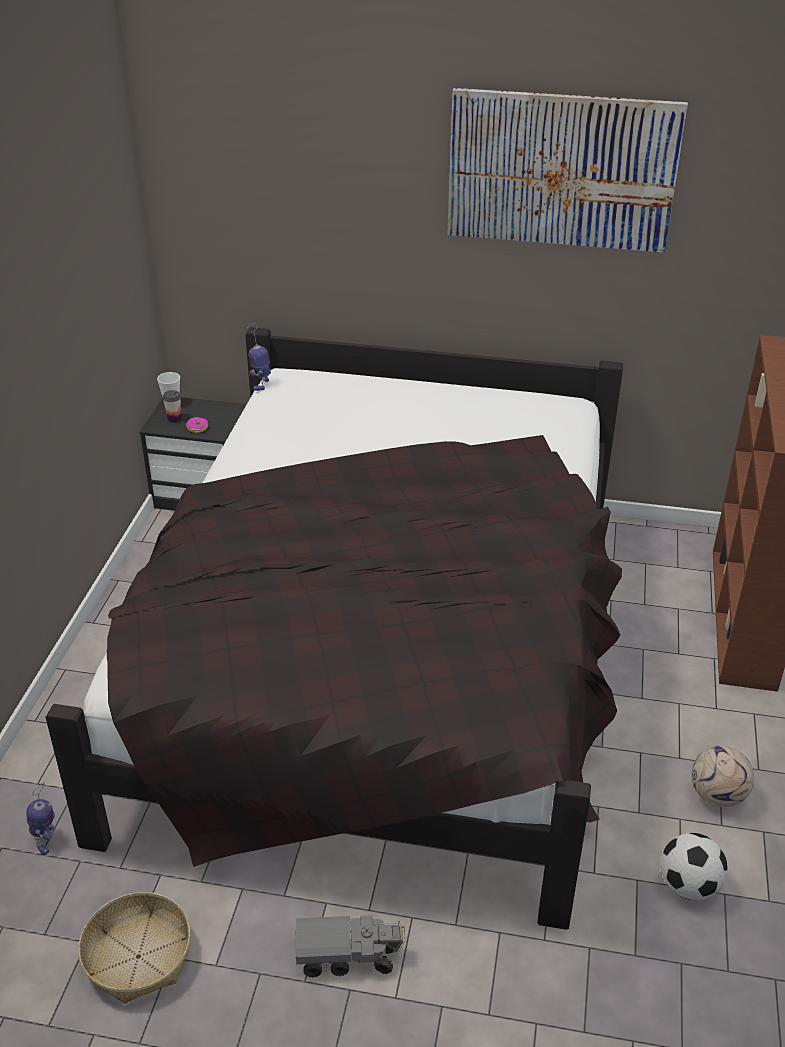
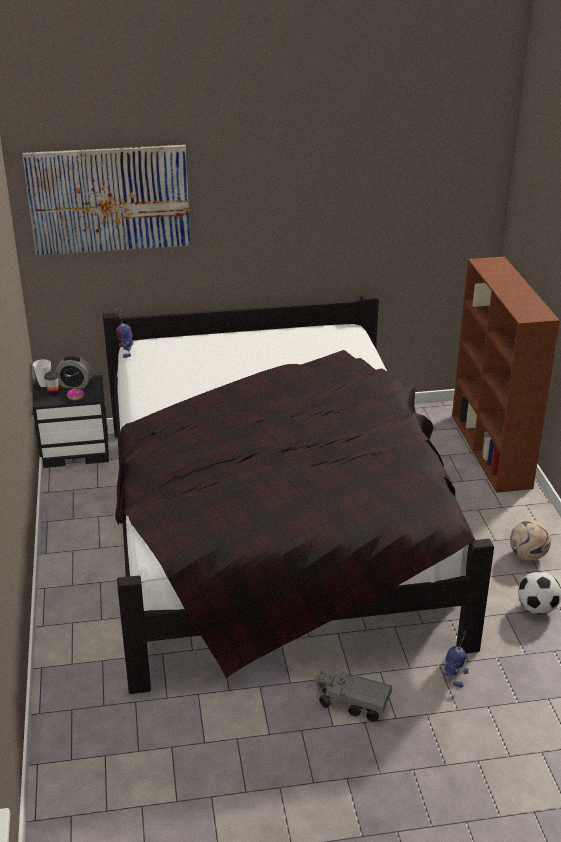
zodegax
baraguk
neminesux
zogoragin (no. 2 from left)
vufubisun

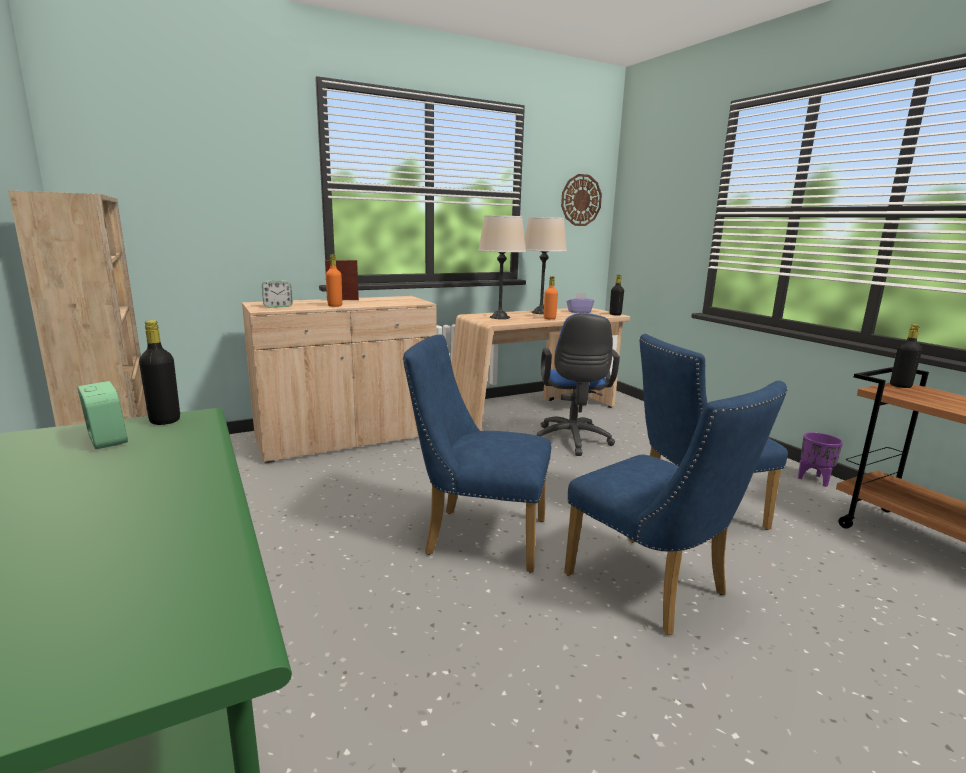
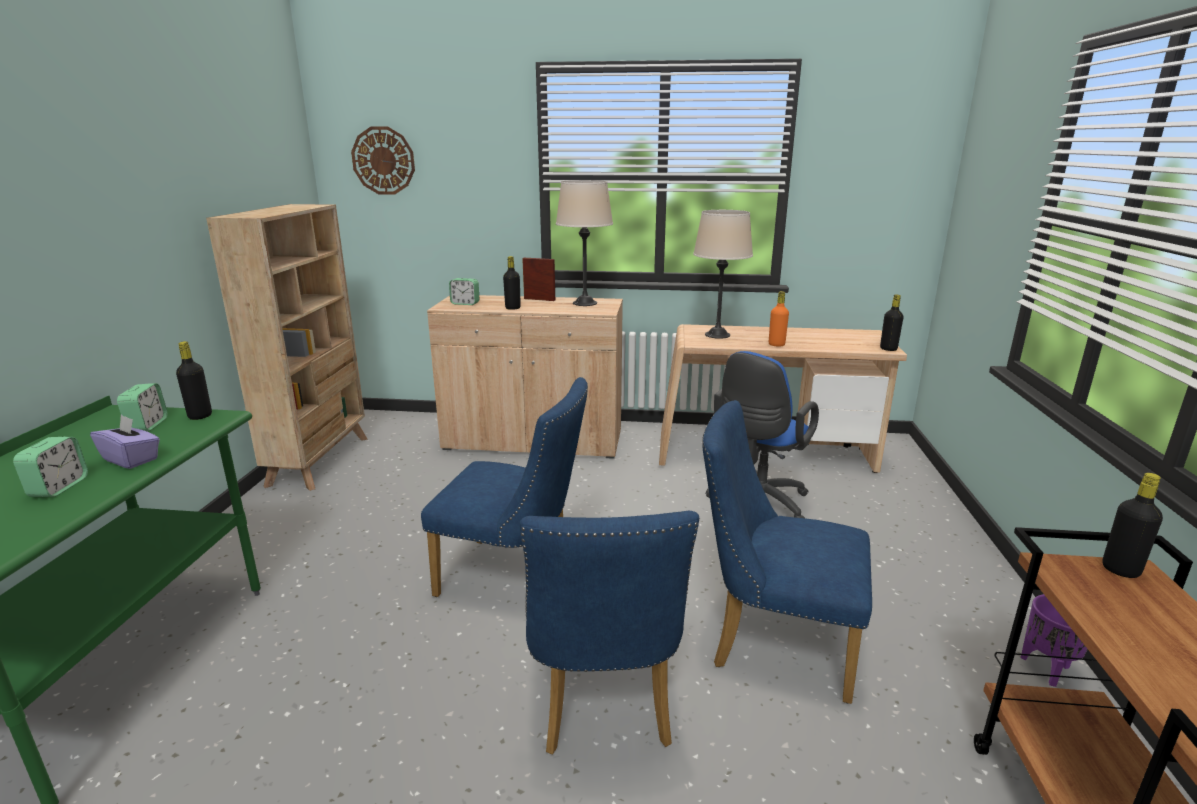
baraguk (no. 1 from left)
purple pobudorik
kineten
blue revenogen (no. 1 from left)
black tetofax (no. 2 from left)
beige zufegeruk (no. 1 from left)

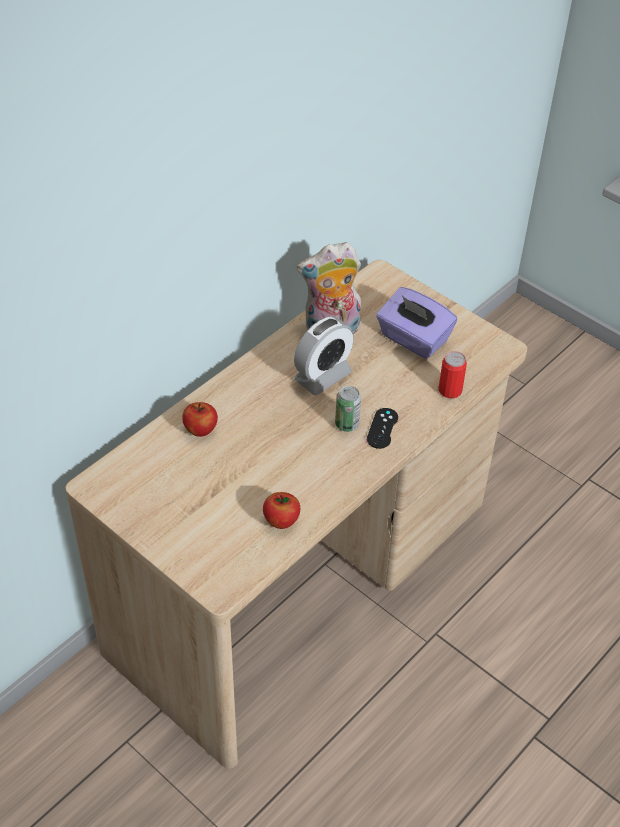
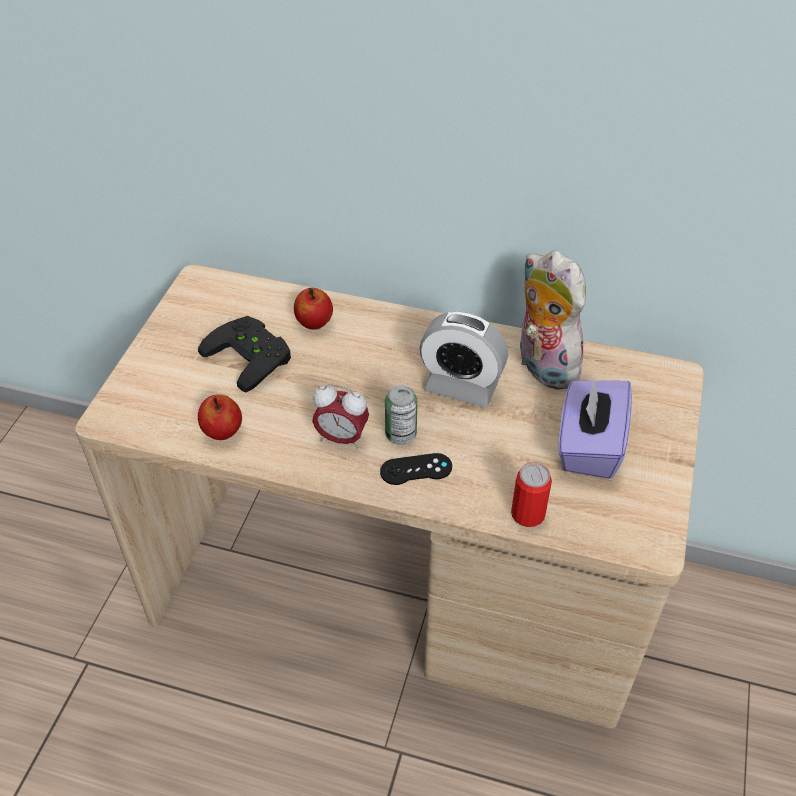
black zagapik (no. 1 from left)
baraguk (no. 1 from left)

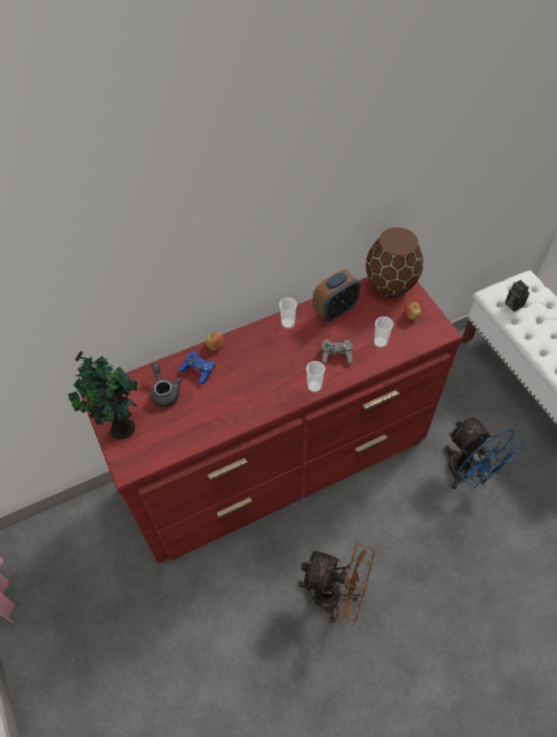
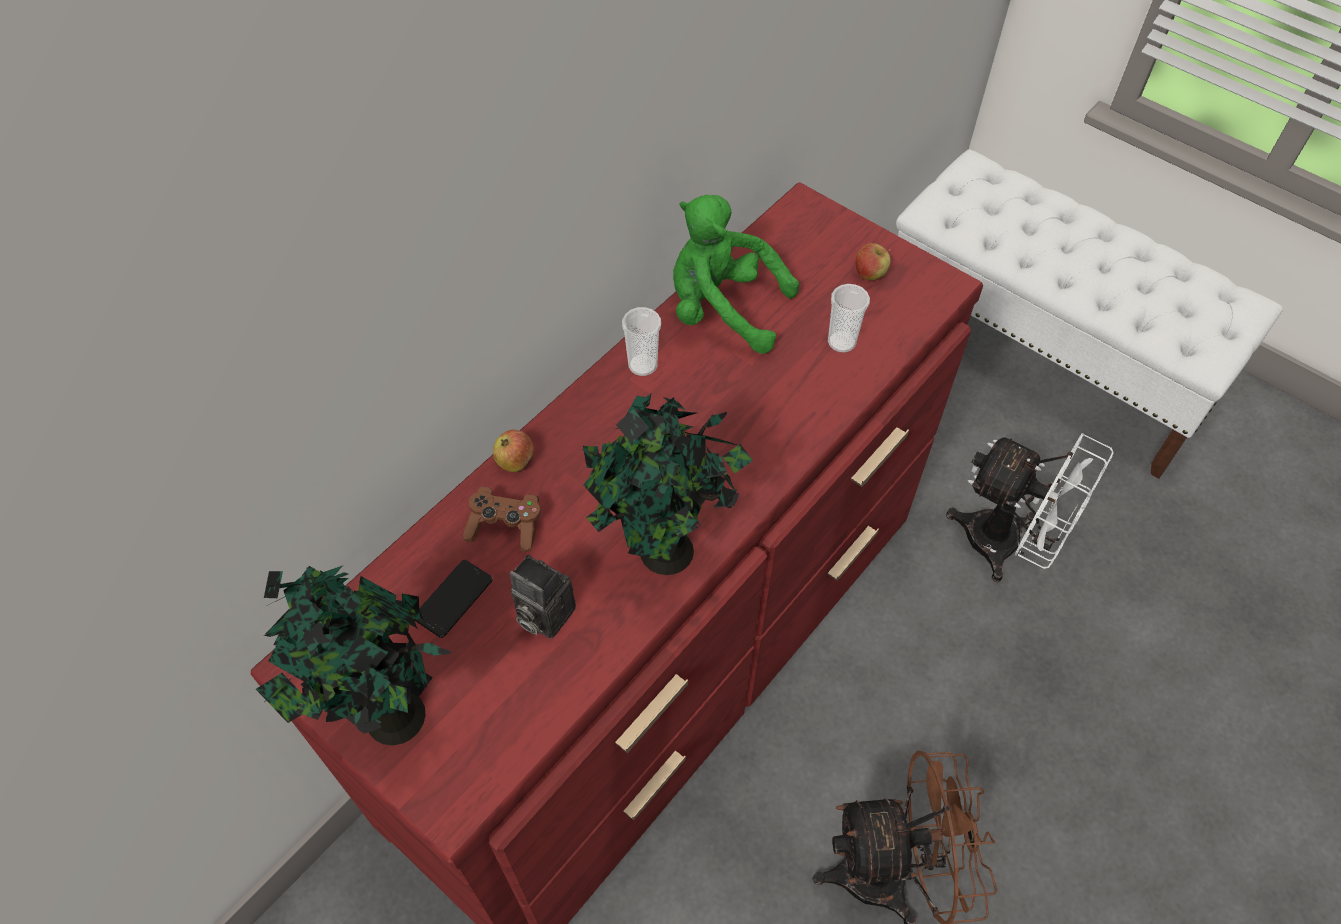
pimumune
brown zagapik
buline
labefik (no. 2 from left)
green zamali
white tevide
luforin (no. 2 from left in the first image)
grey zagapik
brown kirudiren

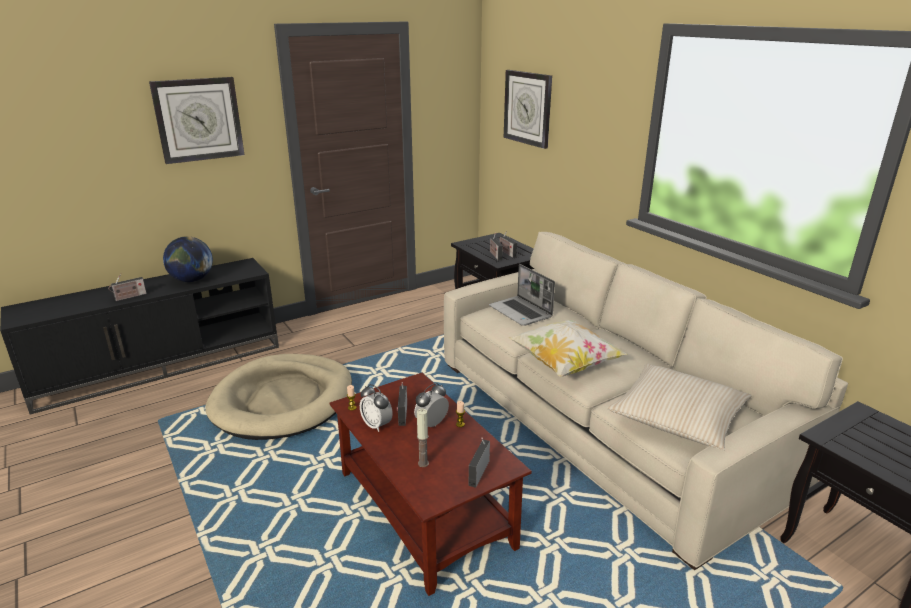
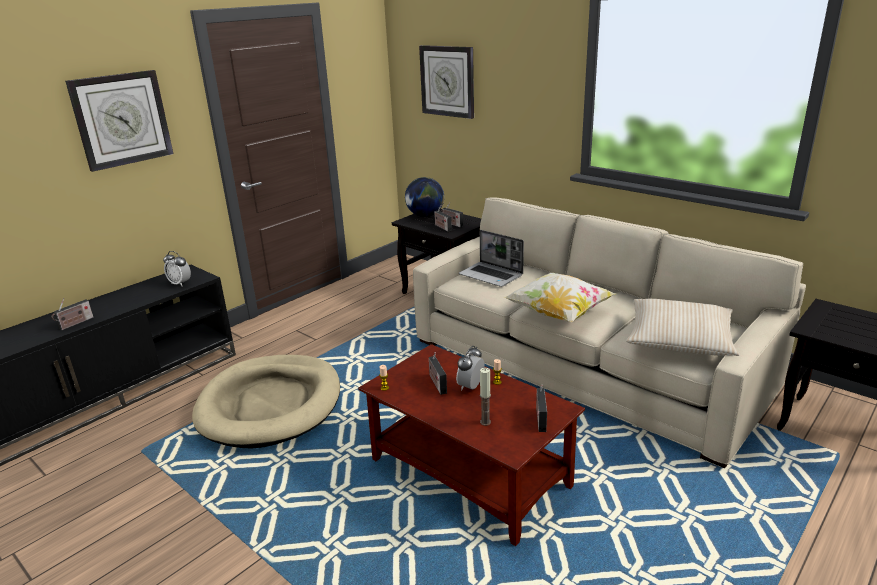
baraguk (no. 1 from left)
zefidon

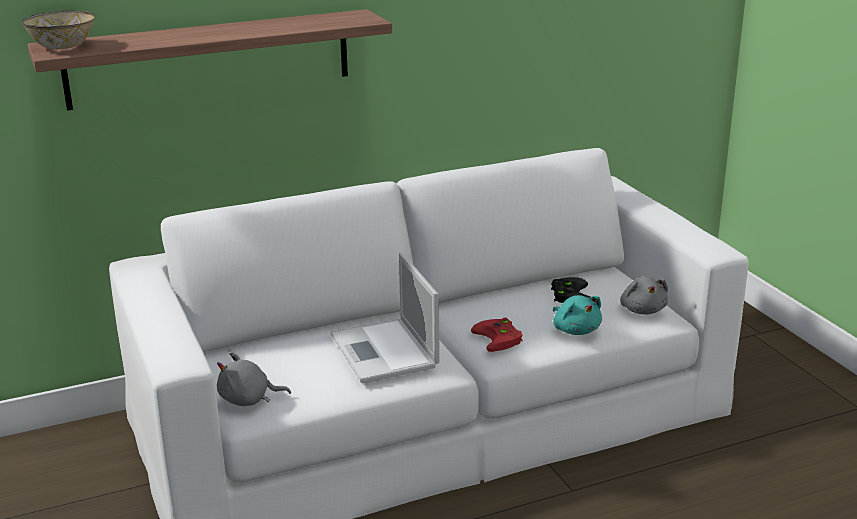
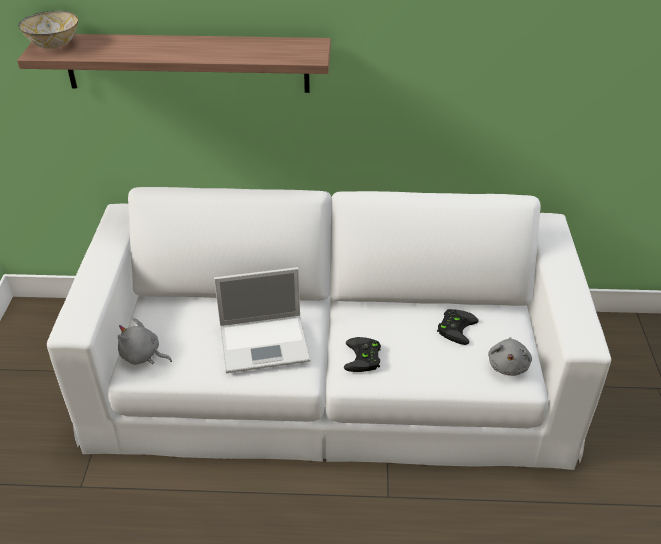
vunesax
black zagapik (no. 1 from left)
turquoise zamali

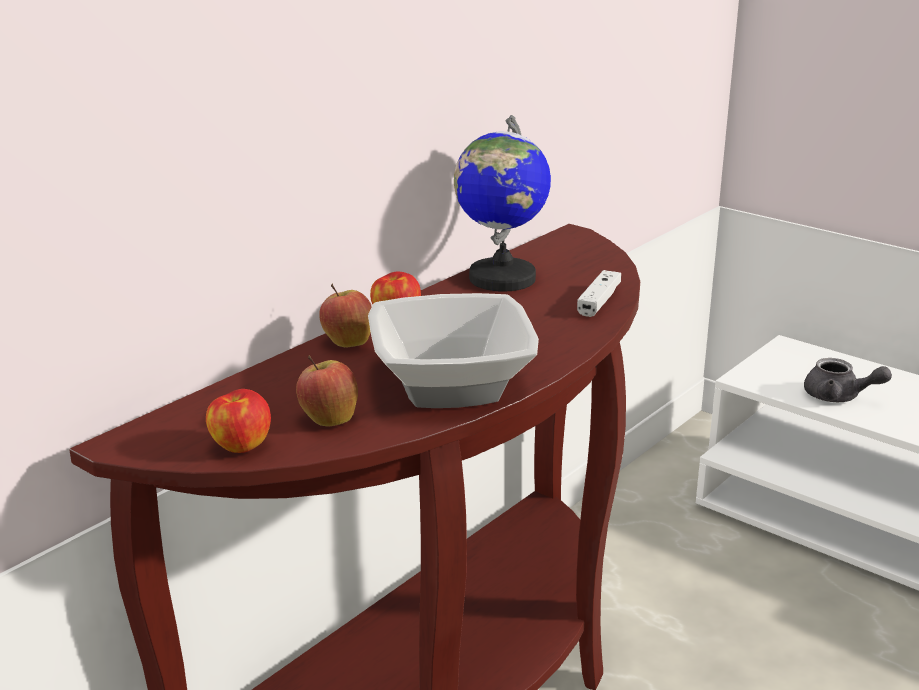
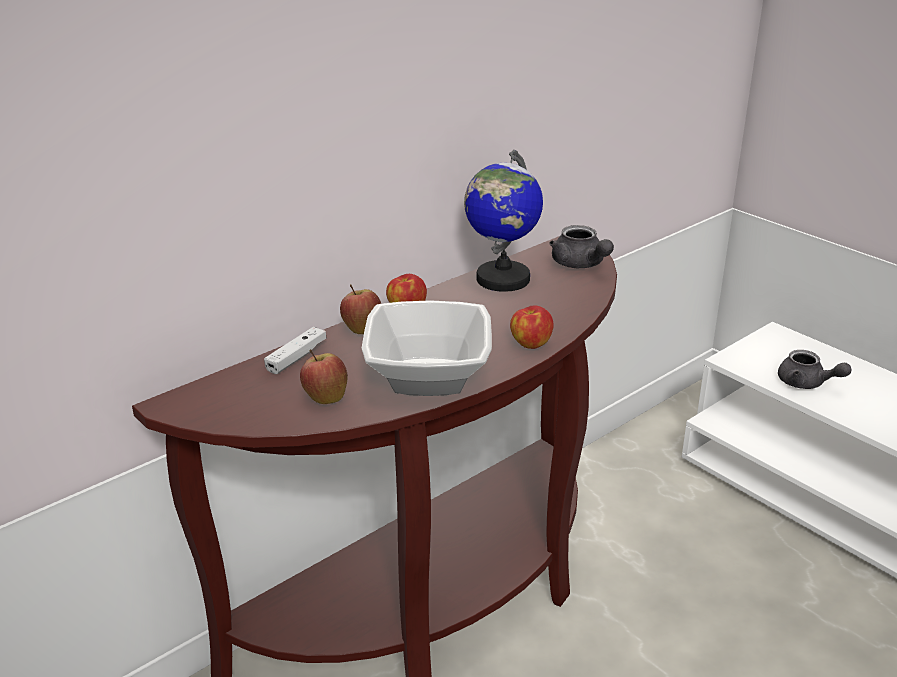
white zagapik
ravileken (no. 4 from left)
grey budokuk (no. 1 from left)

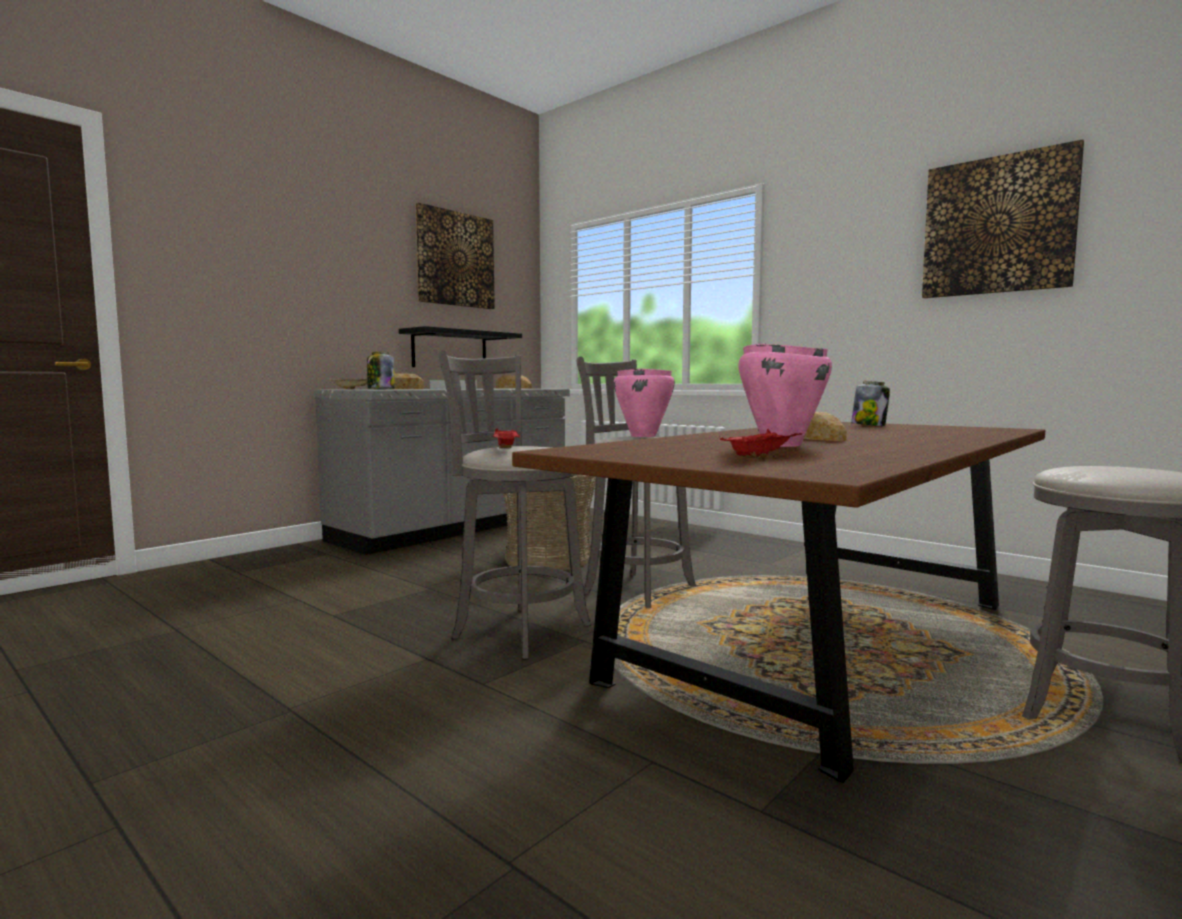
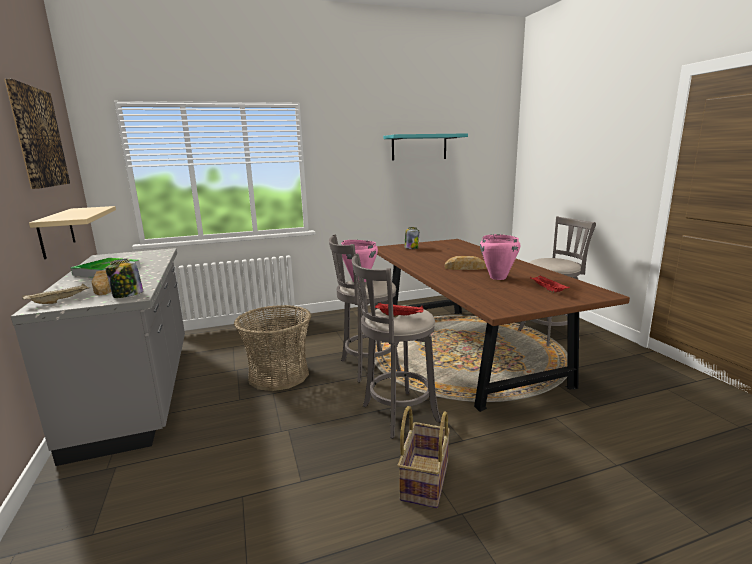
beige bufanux
turquoise bufanux
vufubisun (no. 2 from left)
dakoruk (no. 2 from left in the first image)

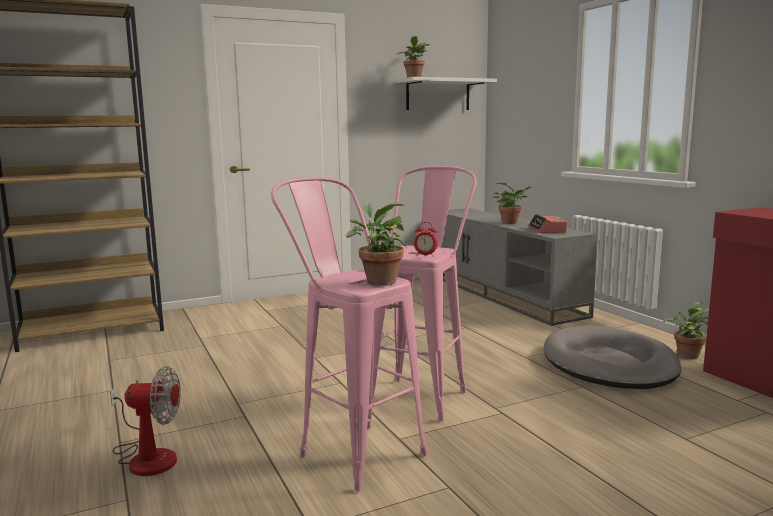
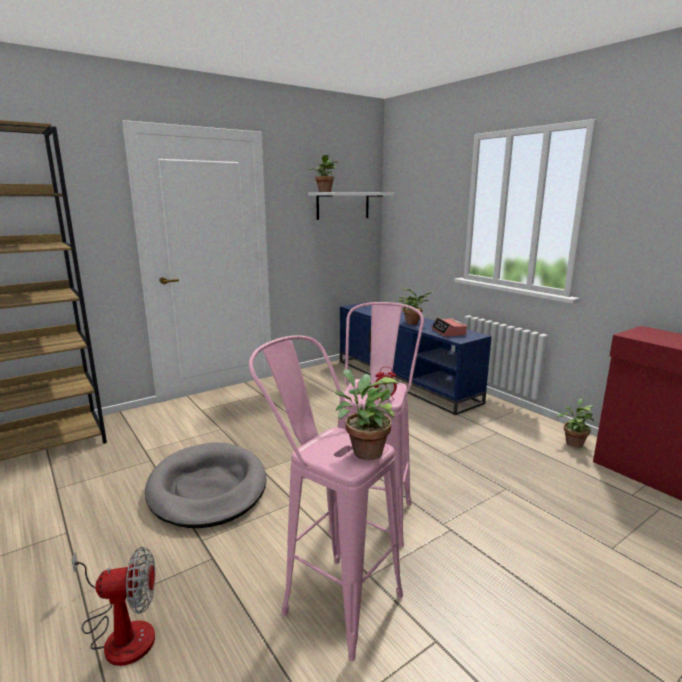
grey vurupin
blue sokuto

